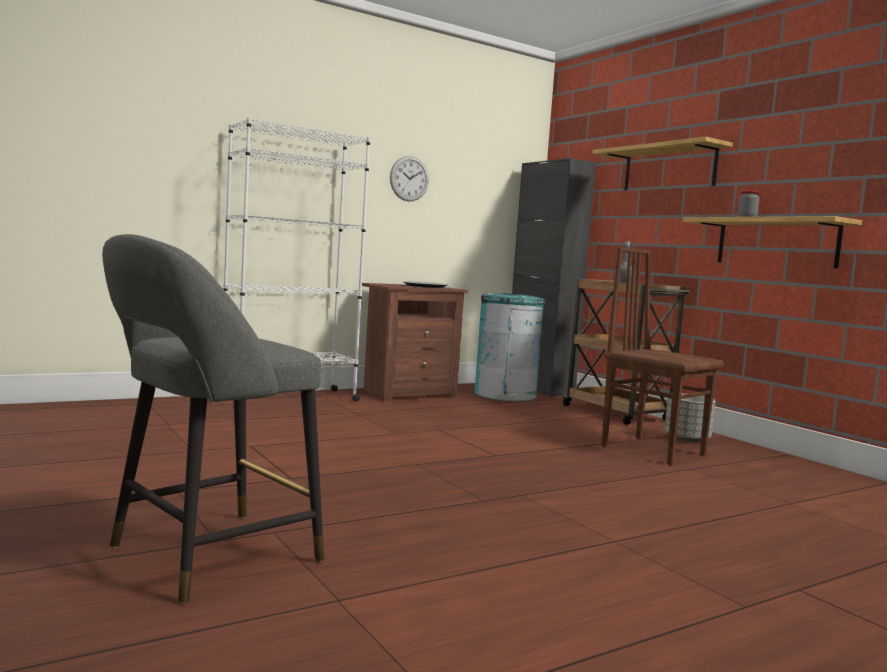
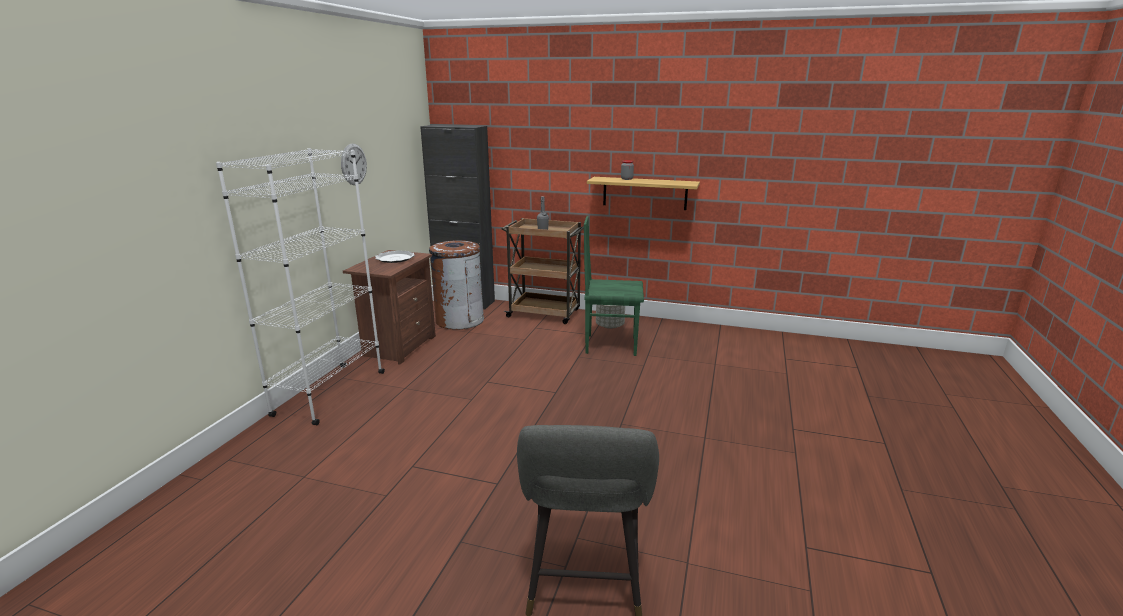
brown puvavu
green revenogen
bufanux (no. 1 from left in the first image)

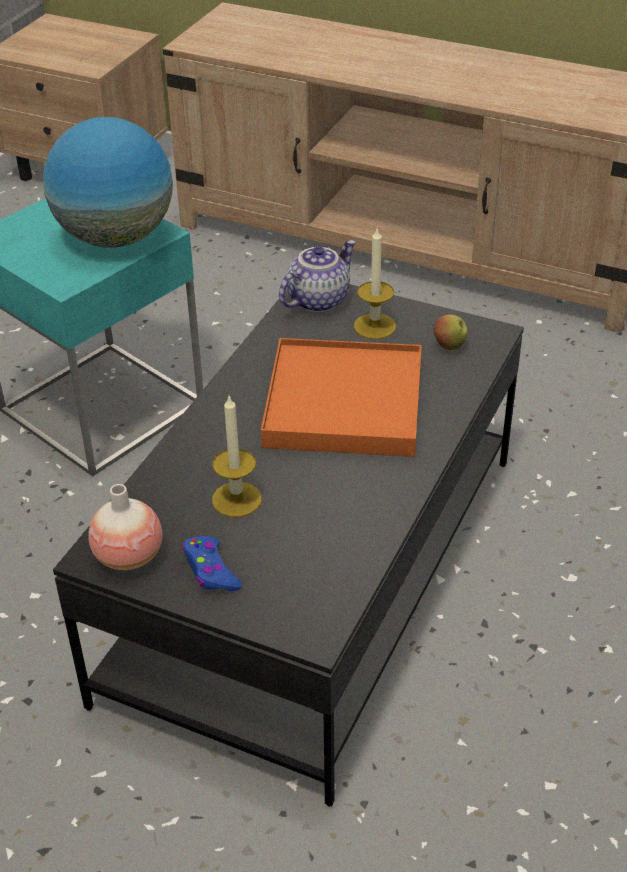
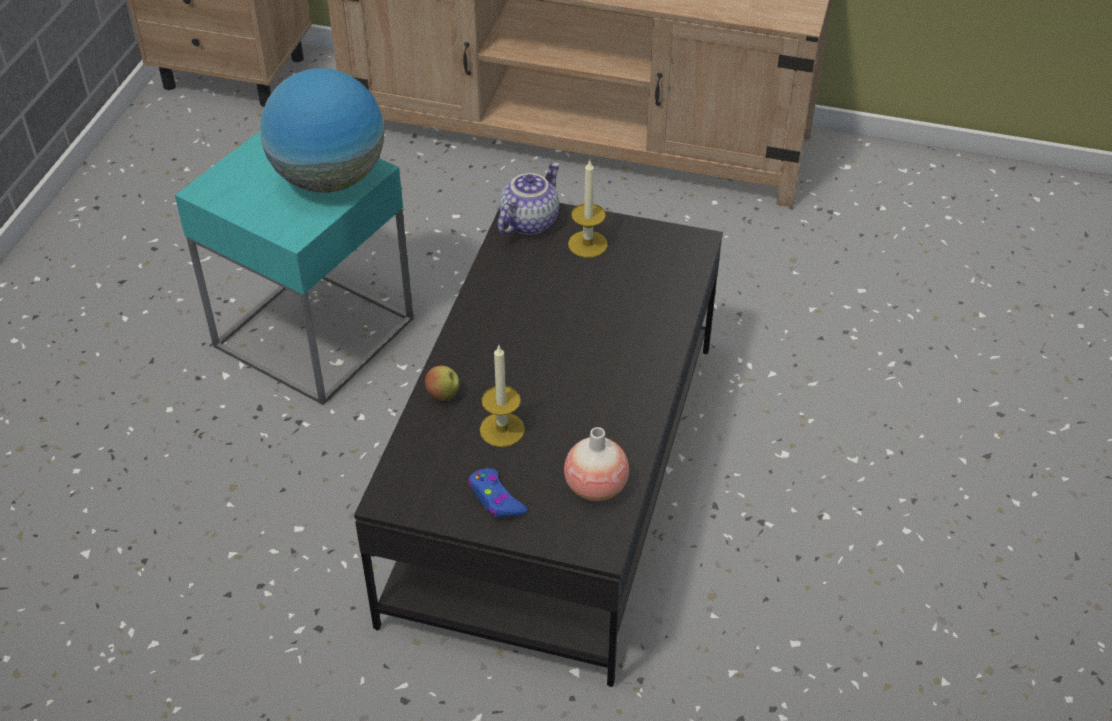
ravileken
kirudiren
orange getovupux

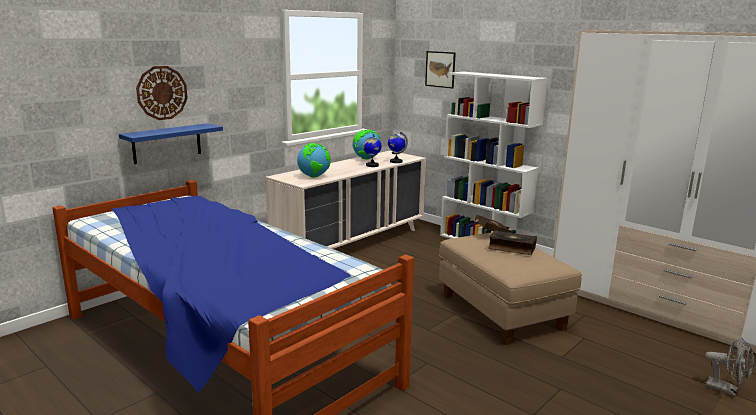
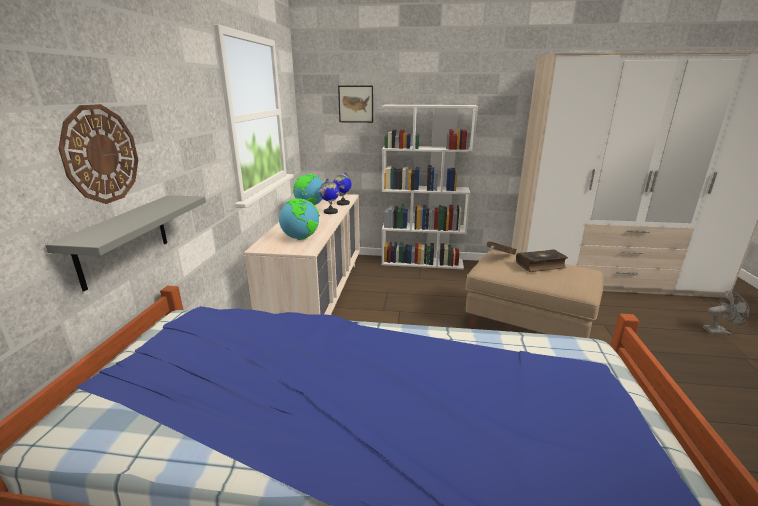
grey bufanux

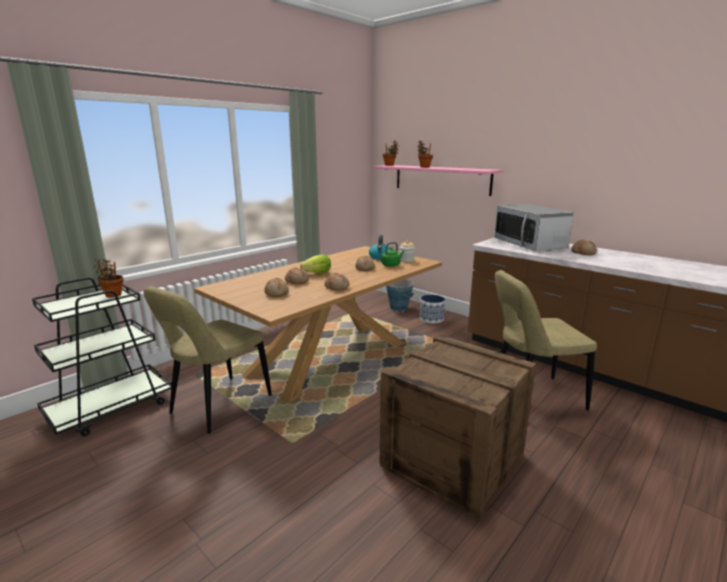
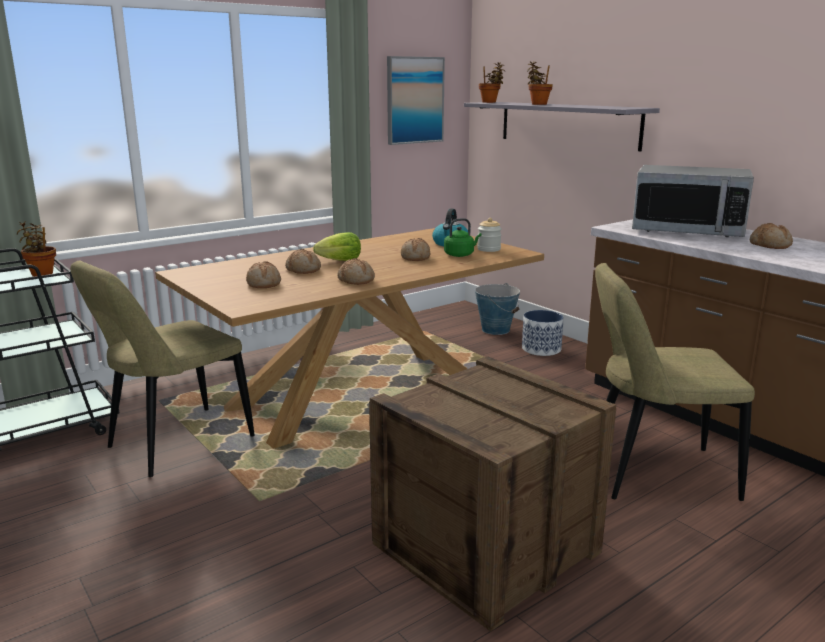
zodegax
grey bufanux
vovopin

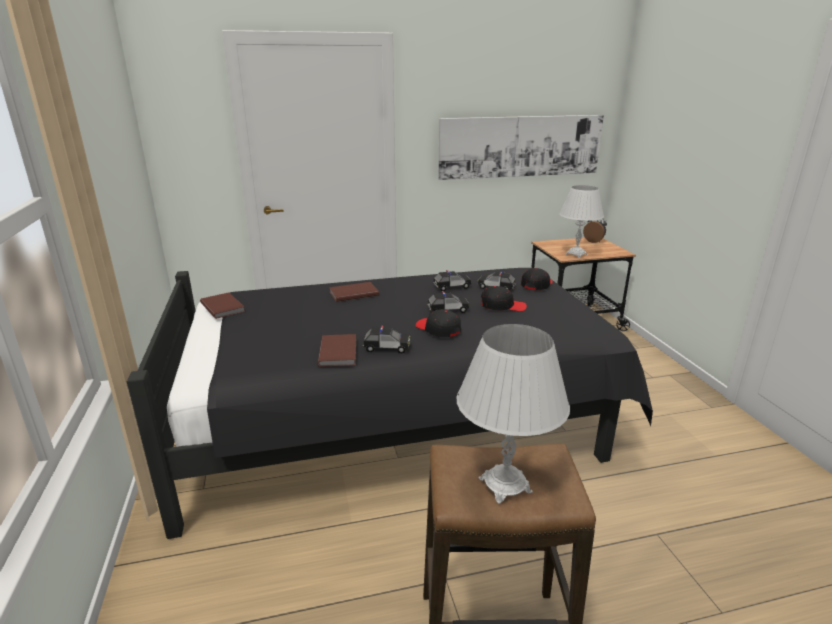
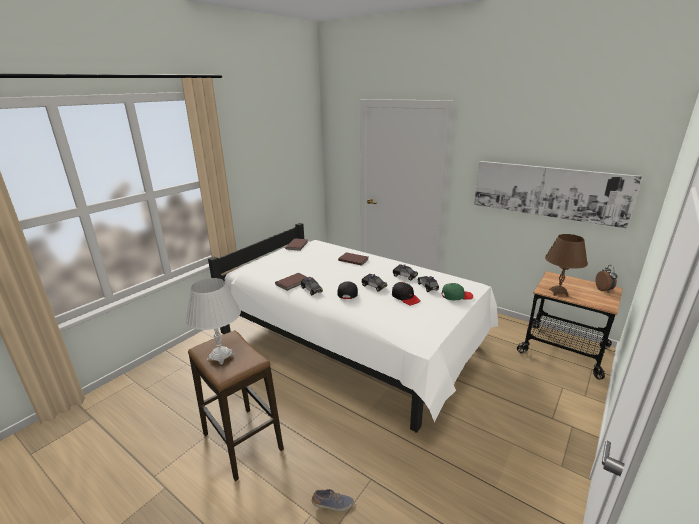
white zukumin
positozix
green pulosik
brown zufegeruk

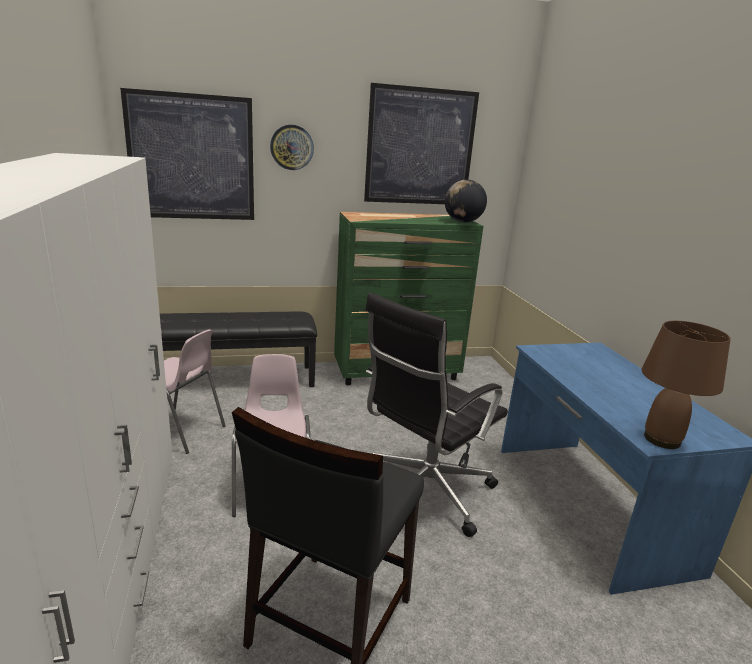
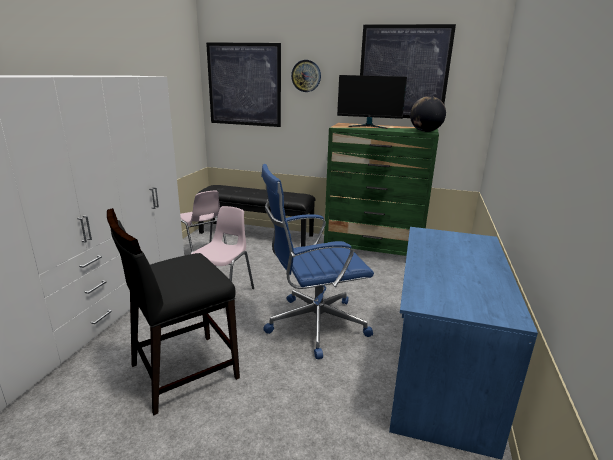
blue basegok
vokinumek
brown zufegeruk

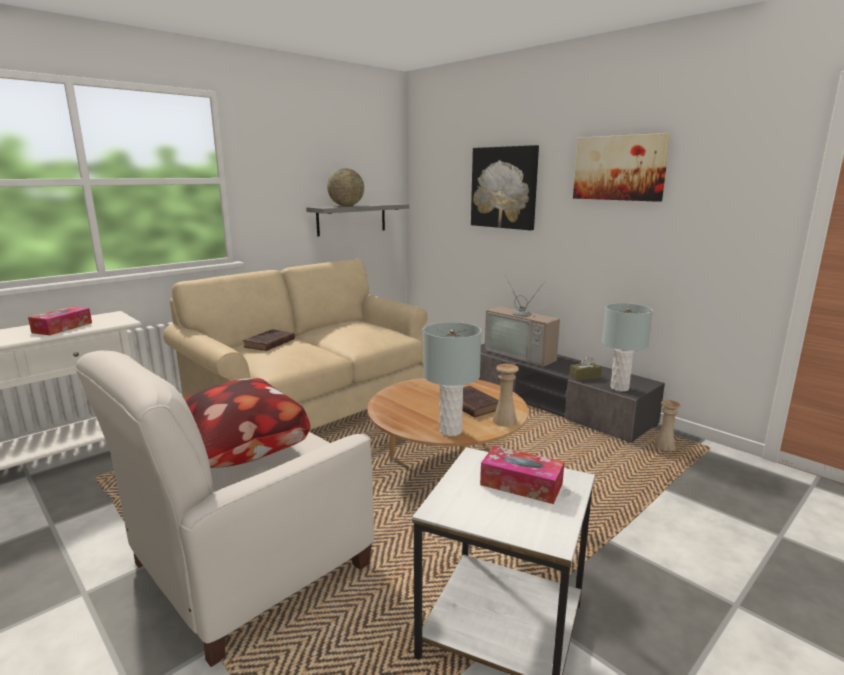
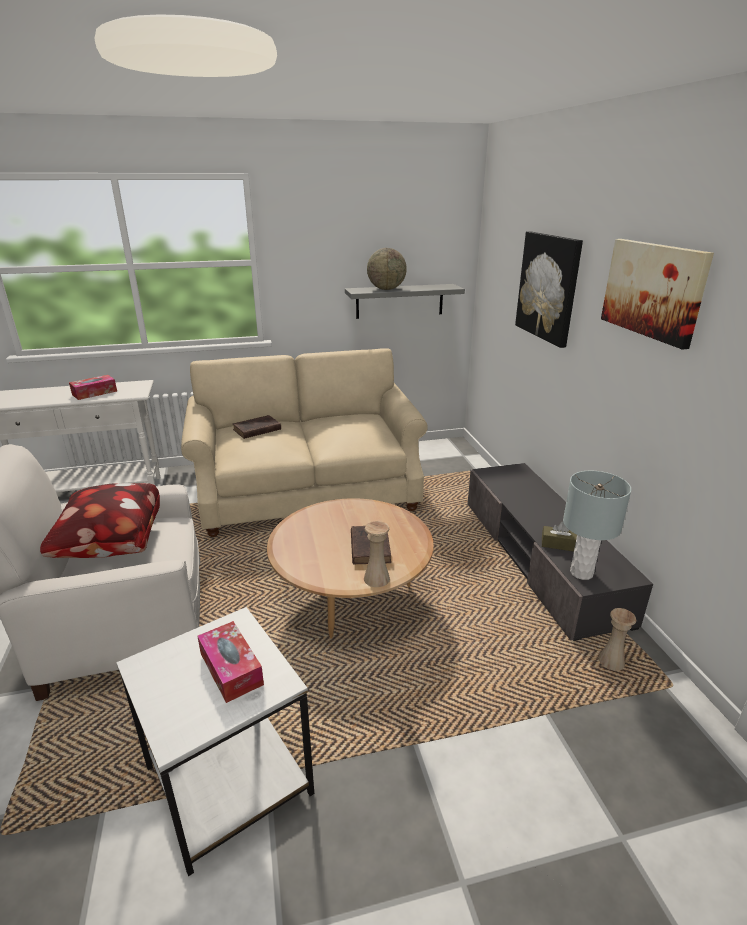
grey zufegeruk (no. 1 from left in the first image)
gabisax

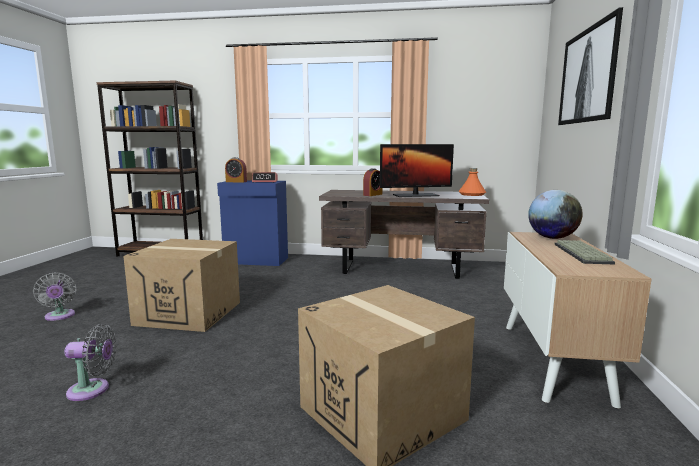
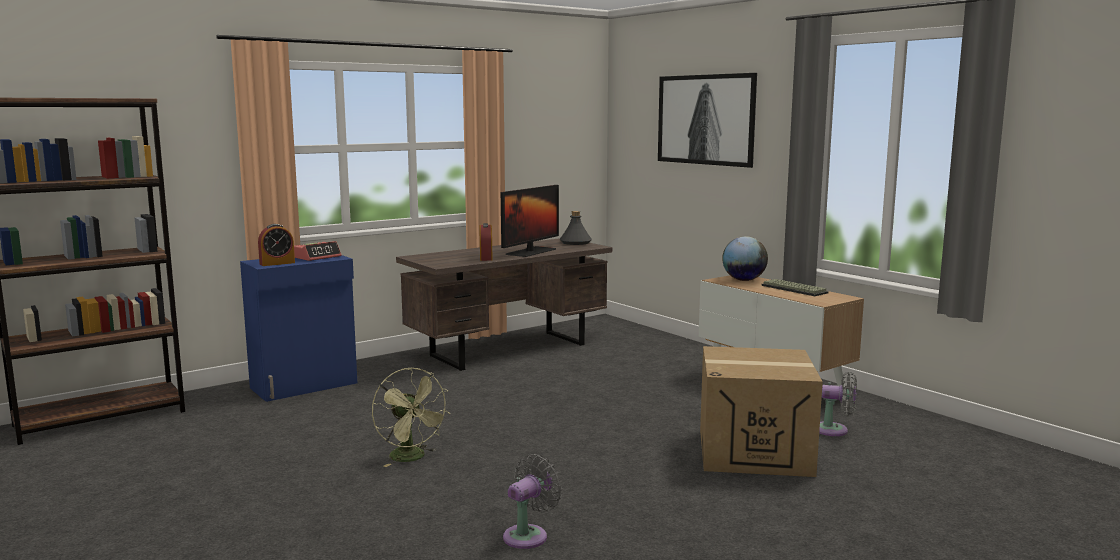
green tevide
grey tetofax
grey tevide (no. 2 from left)

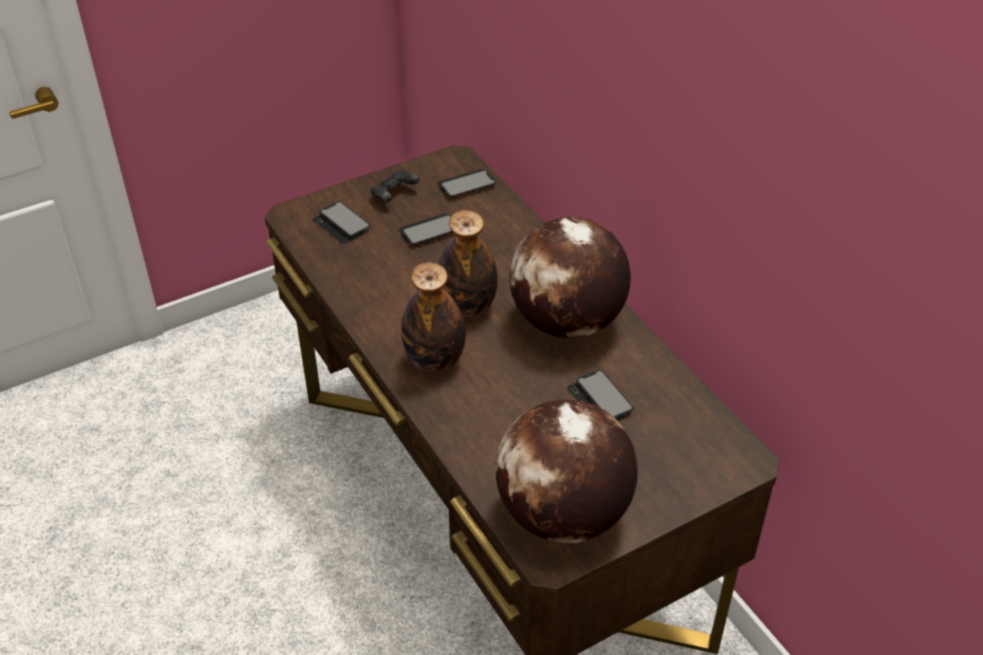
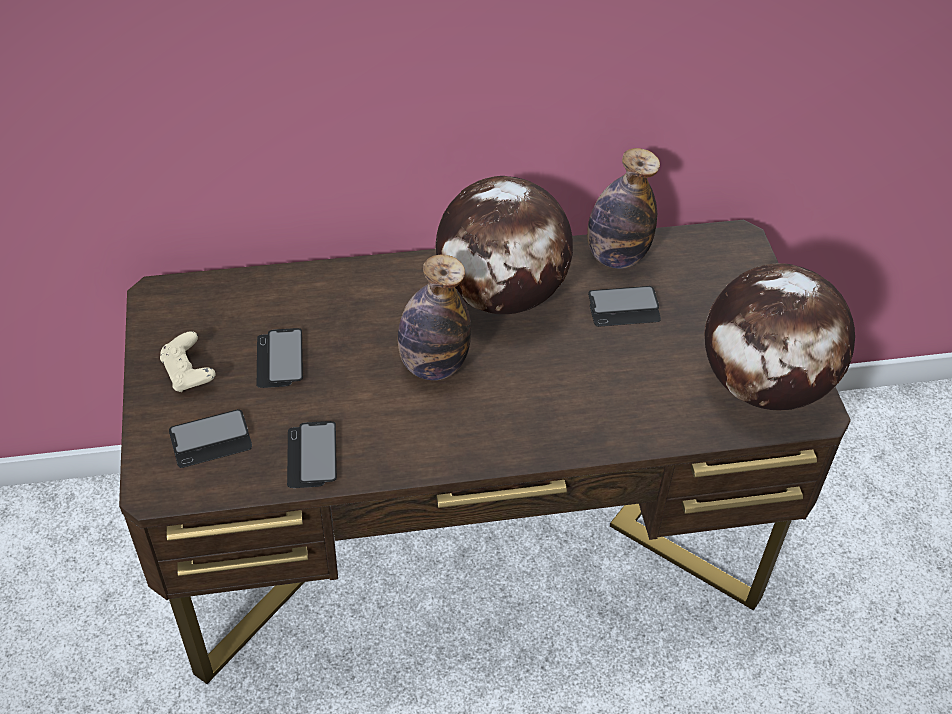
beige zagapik
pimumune (no. 3 from left)
tetofax (no. 2 from left)

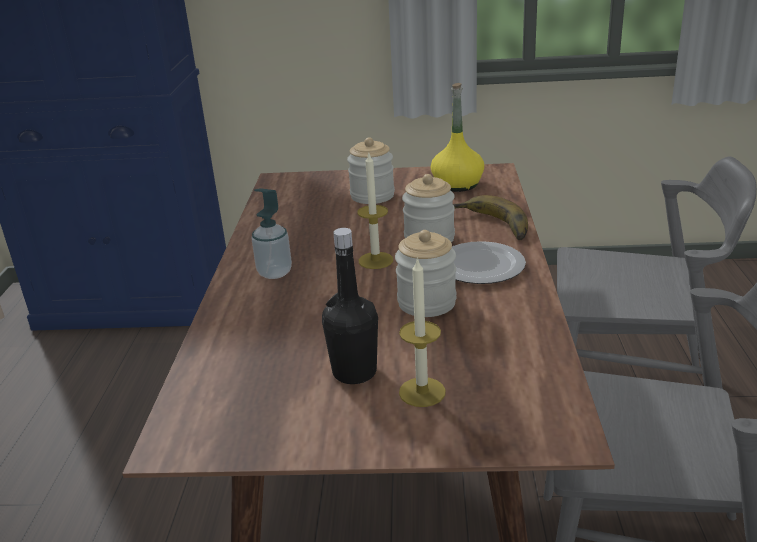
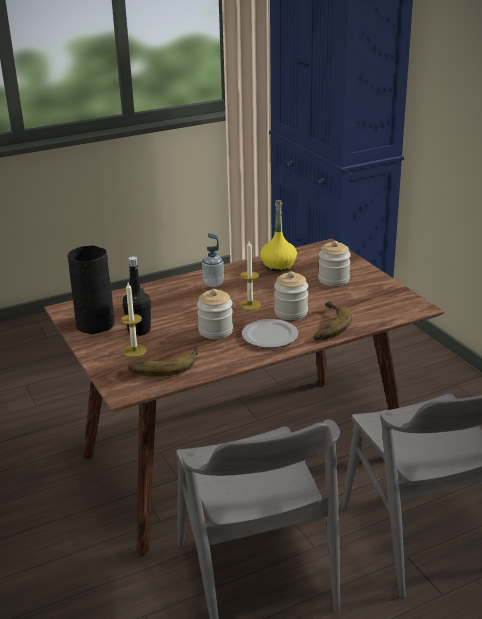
black kirudiren
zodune (no. 1 from left)
yellow tetofax

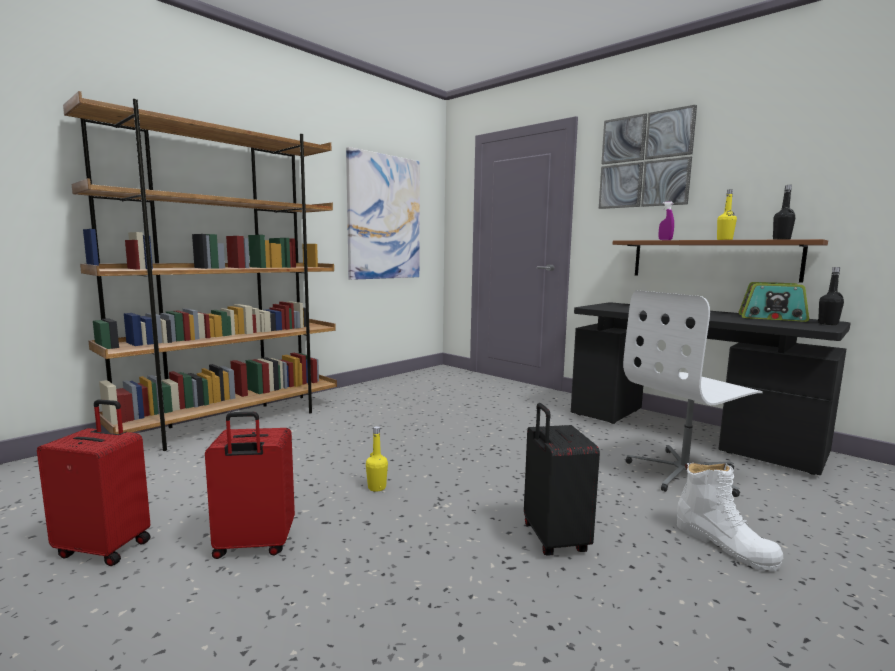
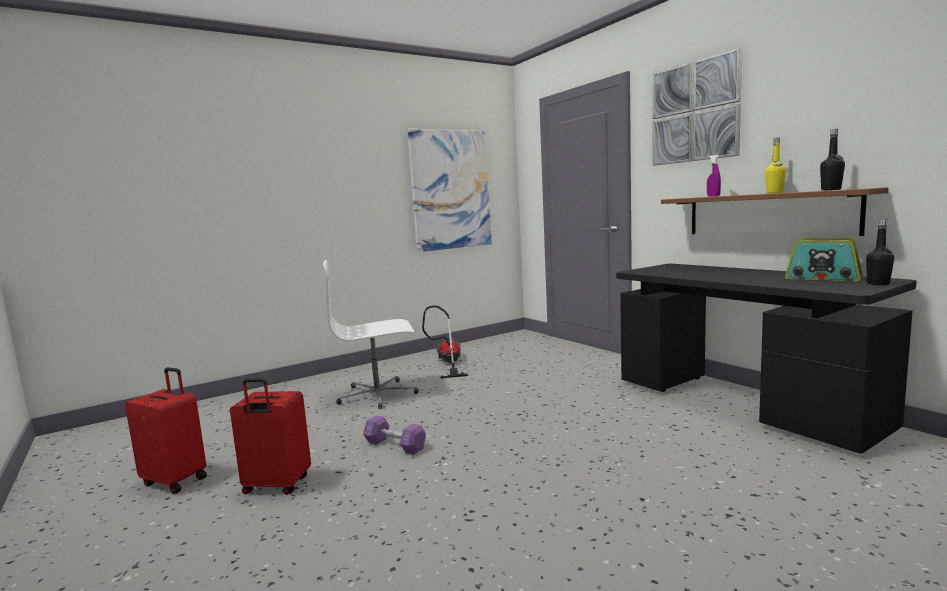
white basegok
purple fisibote
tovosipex
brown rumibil
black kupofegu
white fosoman

